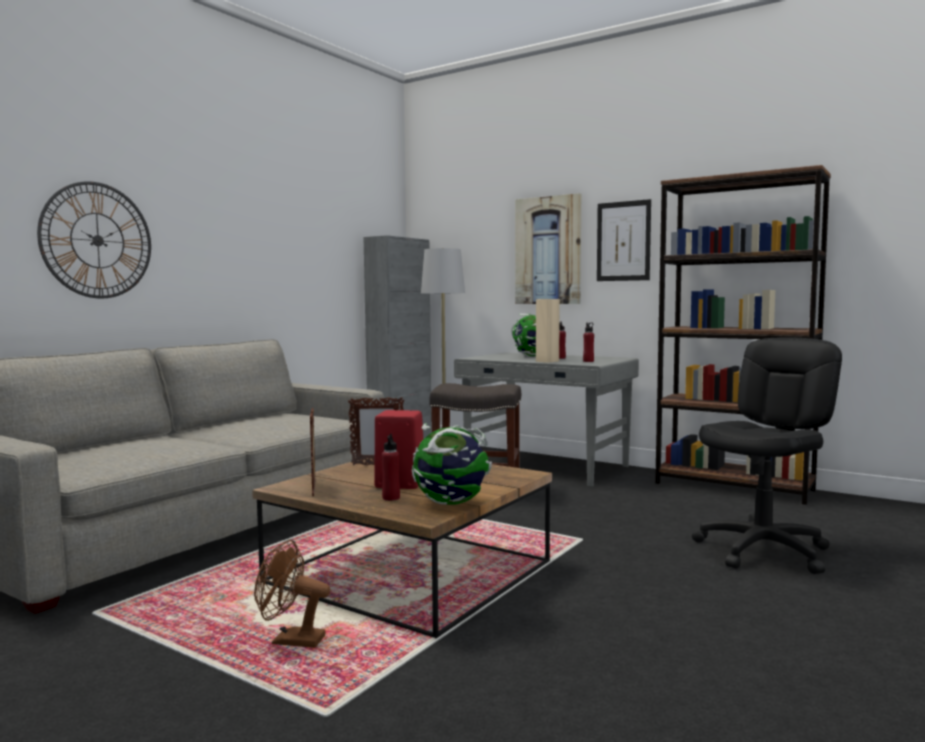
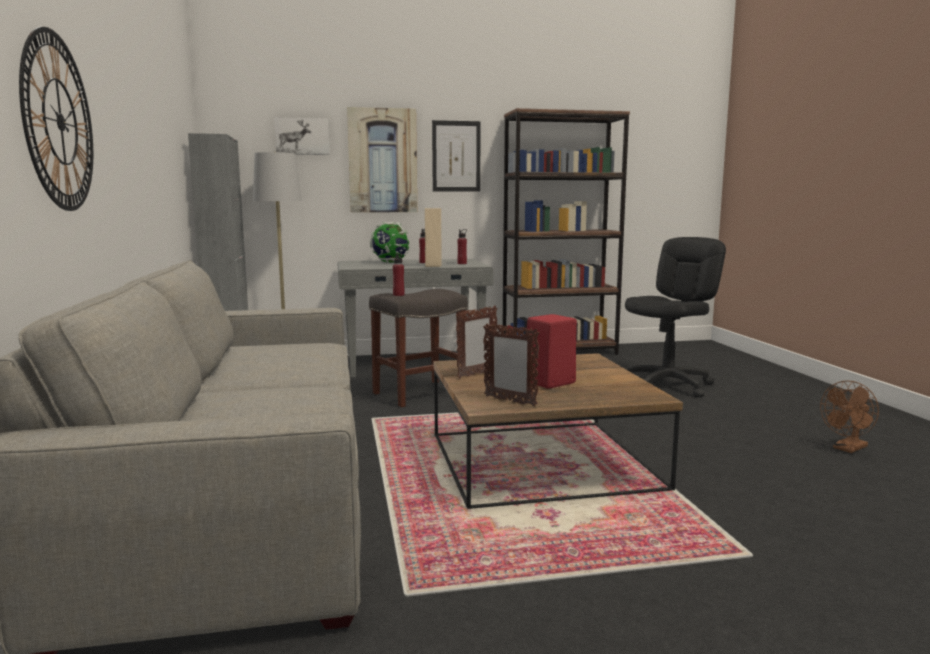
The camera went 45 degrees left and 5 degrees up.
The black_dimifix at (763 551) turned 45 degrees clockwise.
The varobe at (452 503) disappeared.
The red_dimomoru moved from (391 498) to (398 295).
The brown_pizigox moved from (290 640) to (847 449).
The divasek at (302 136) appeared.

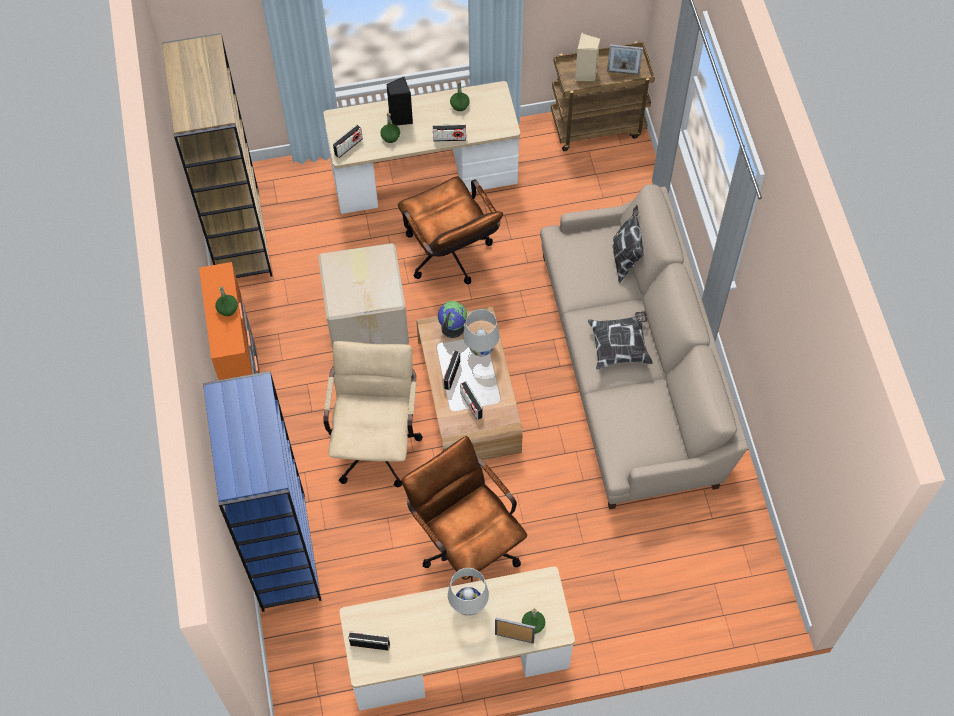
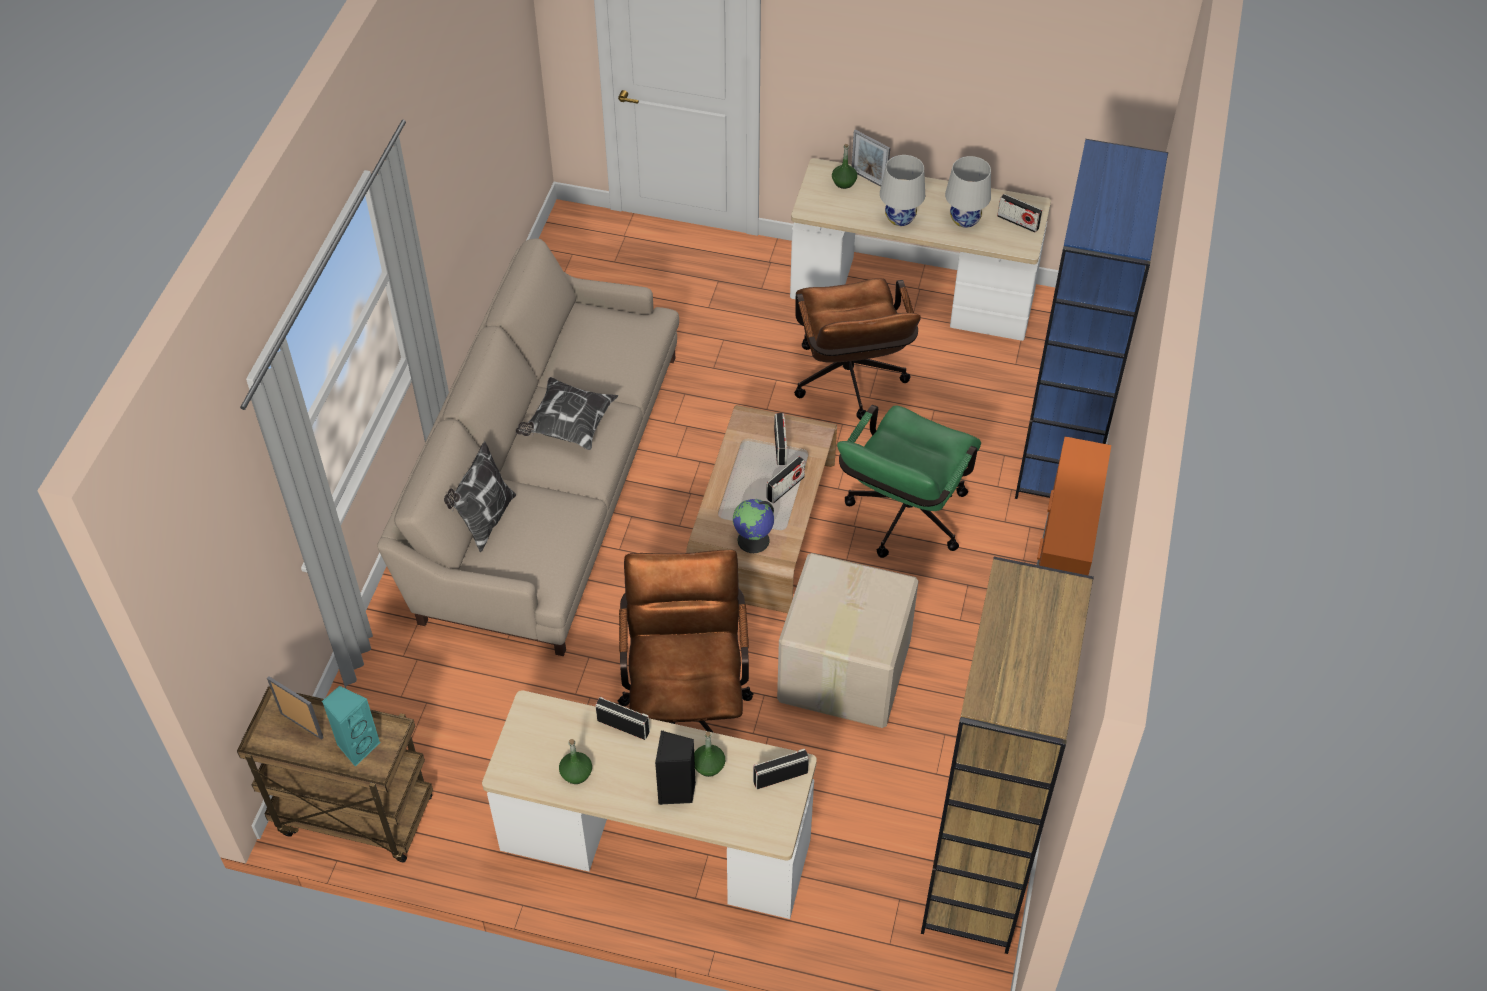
The camera went 155 degrees left and 10 degrees down.
The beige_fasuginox at (585 74) became the turquoise_fasuginox at (357 746).
The green_dimomoru at (227 309) disappeared.
The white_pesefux moved from (481 348) to (965 219).
The beige_dimifix at (376 441) became the green_dimifix at (902 521).

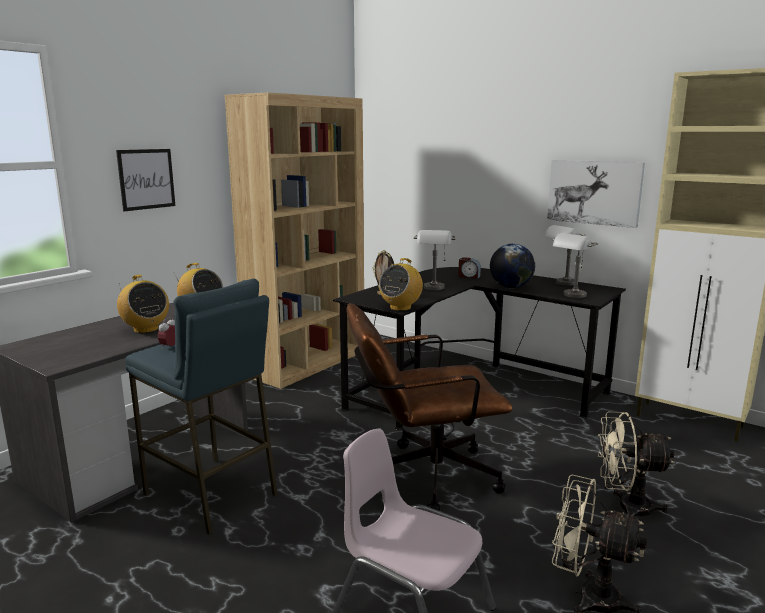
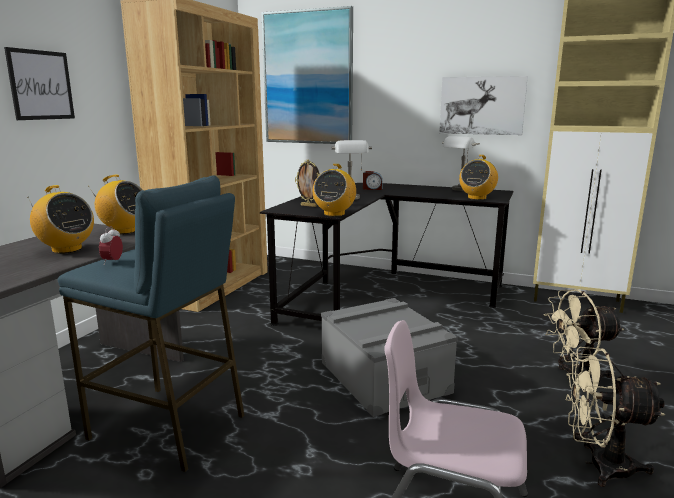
The camera went 15 degrees left and 0 degrees up.
The grey_pesefux at (571 296) was replaced by the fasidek at (477 198).
The varobe at (510 287) disappeared.
The brown_dimifix at (422 477) was replaced by the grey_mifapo at (383 377).
The divasek at (308 78) appeared.

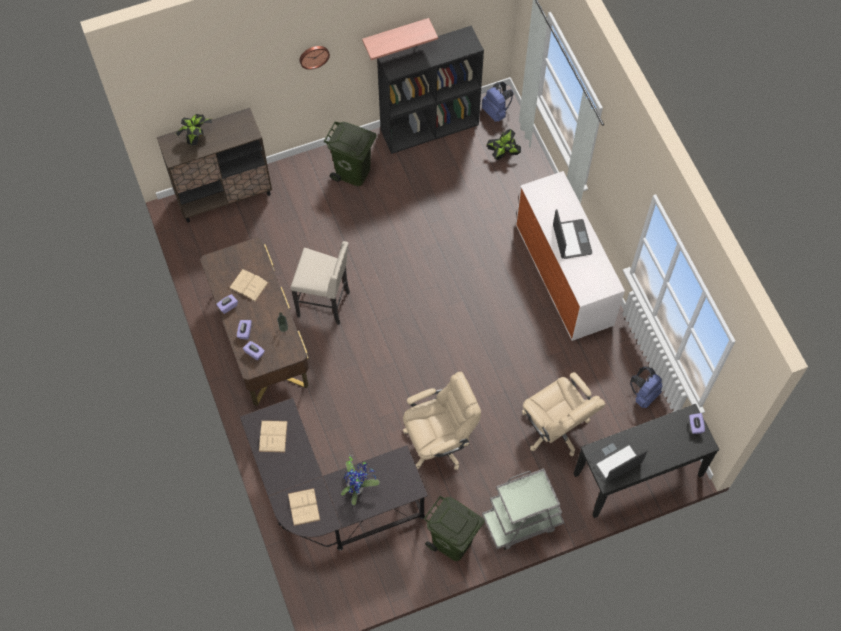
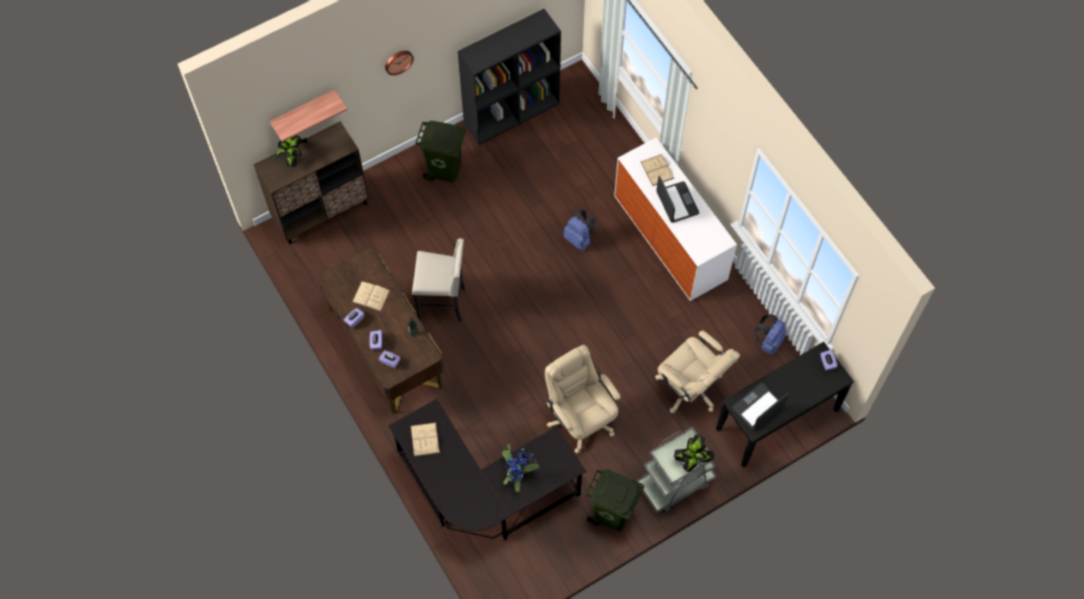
The camera went 10 degrees left and 0 degrees up.
The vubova moved from (395 35) to (304 111).
The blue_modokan moved from (496 112) to (579 239).
The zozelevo moved from (503 154) to (692 460).
The beige_dimifix at (439 441) turned 90 degrees counterclockwise.
The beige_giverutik moved from (304 506) to (657 170).

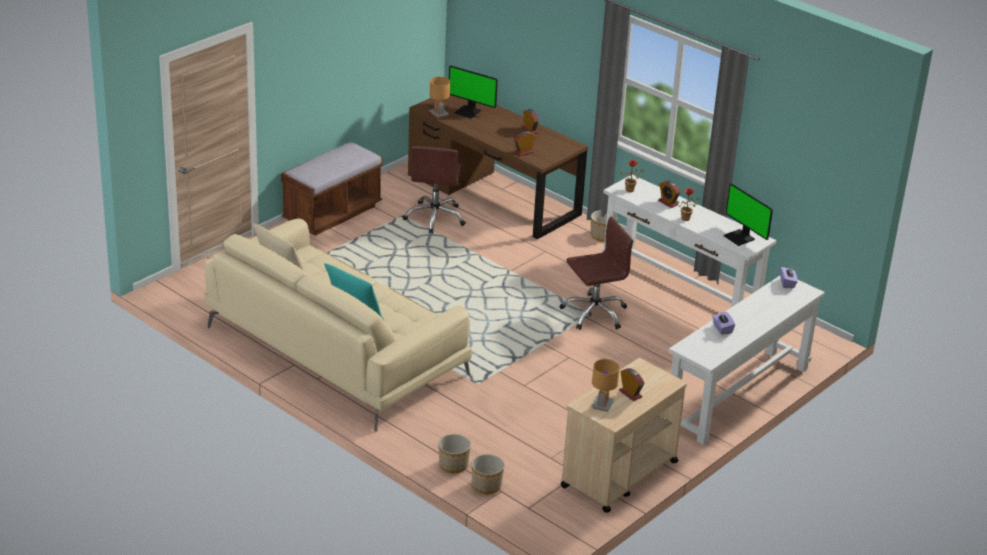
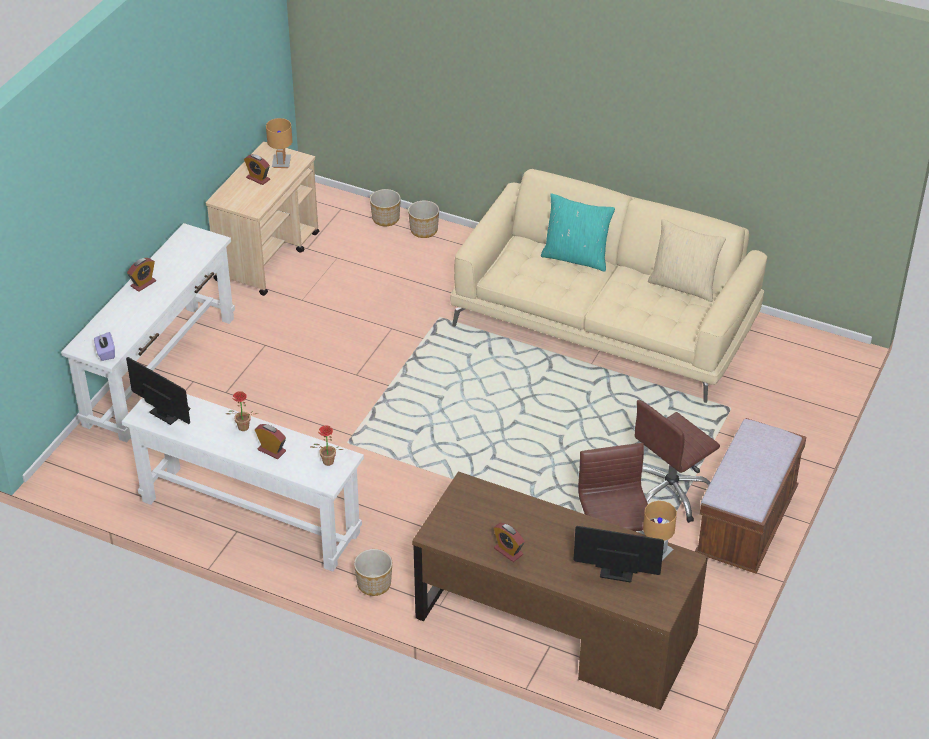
The camera went 165 degrees right and 10 degrees up.
The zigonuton moved from (524 152) to (143 284).
The brown_dimifix moved from (594 313) to (670 493).
The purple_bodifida at (722 329) disappeared.

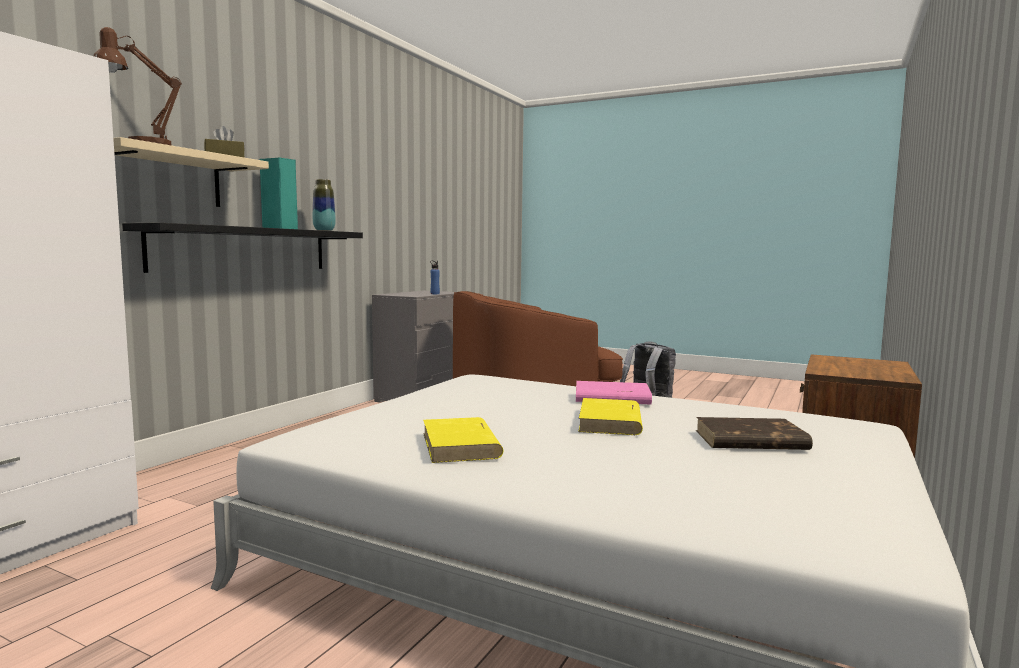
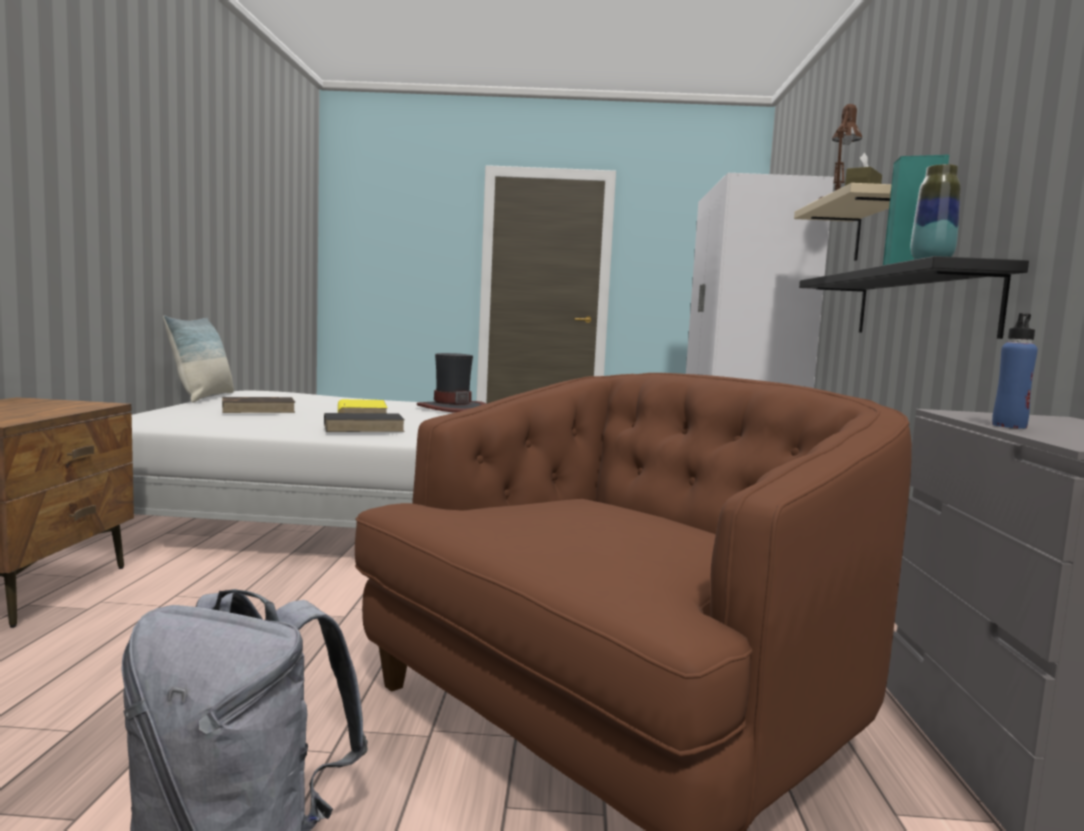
The camera went 155 degrees right and 0 degrees up.
The pink_giverutik at (611 398) became the black_giverutik at (364 427).
The yellow_giverutik at (460 445) was replaced by the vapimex at (452 408).
The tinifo at (203 397) appeared.

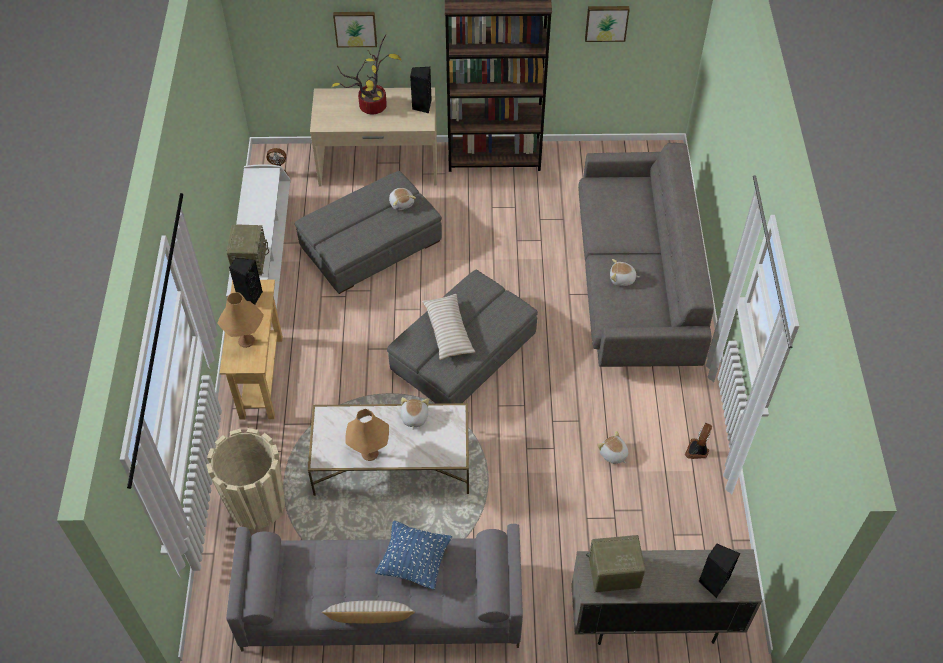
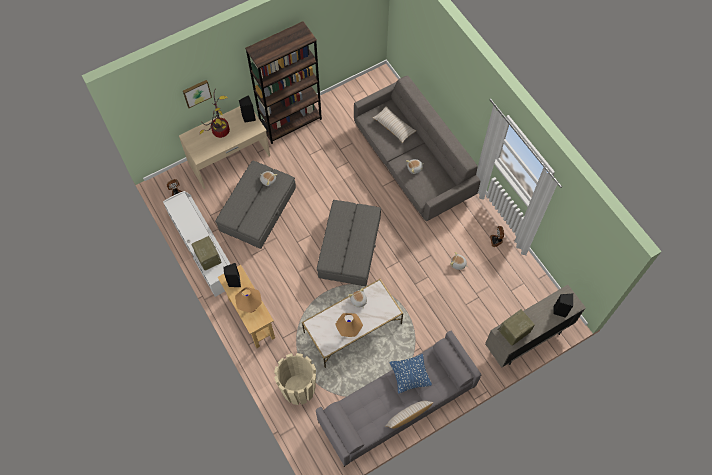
The camera went 30 degrees left and 10 degrees up.
The divasek at (606 22) disappeared.
The beige_tinifo moved from (448 331) to (394 127).

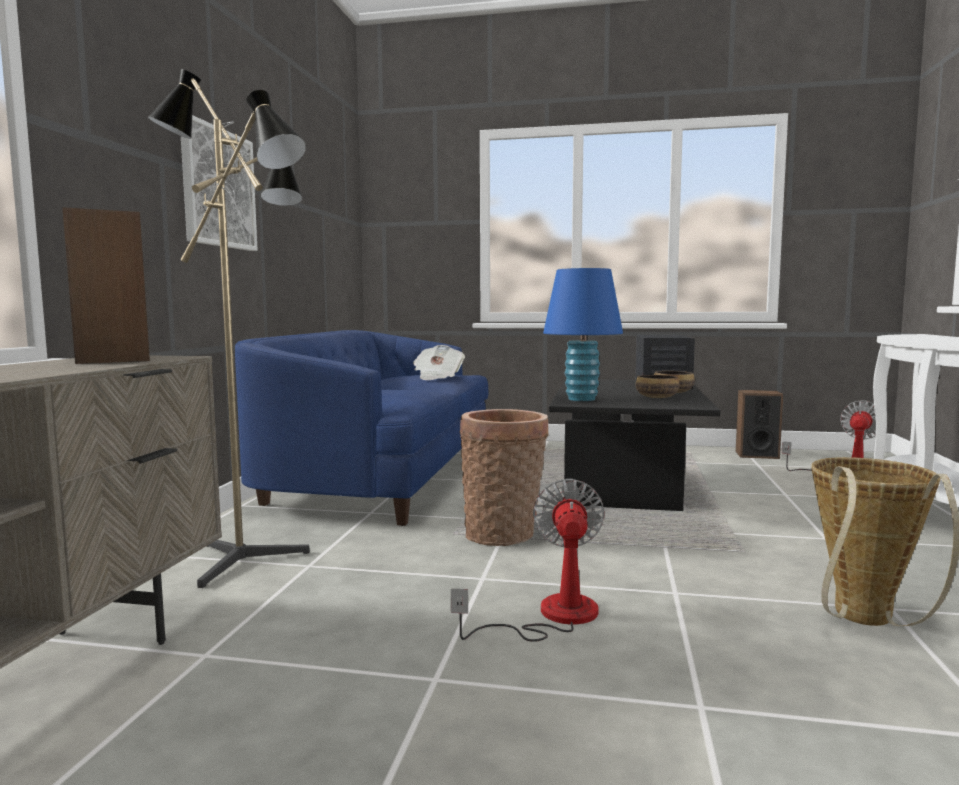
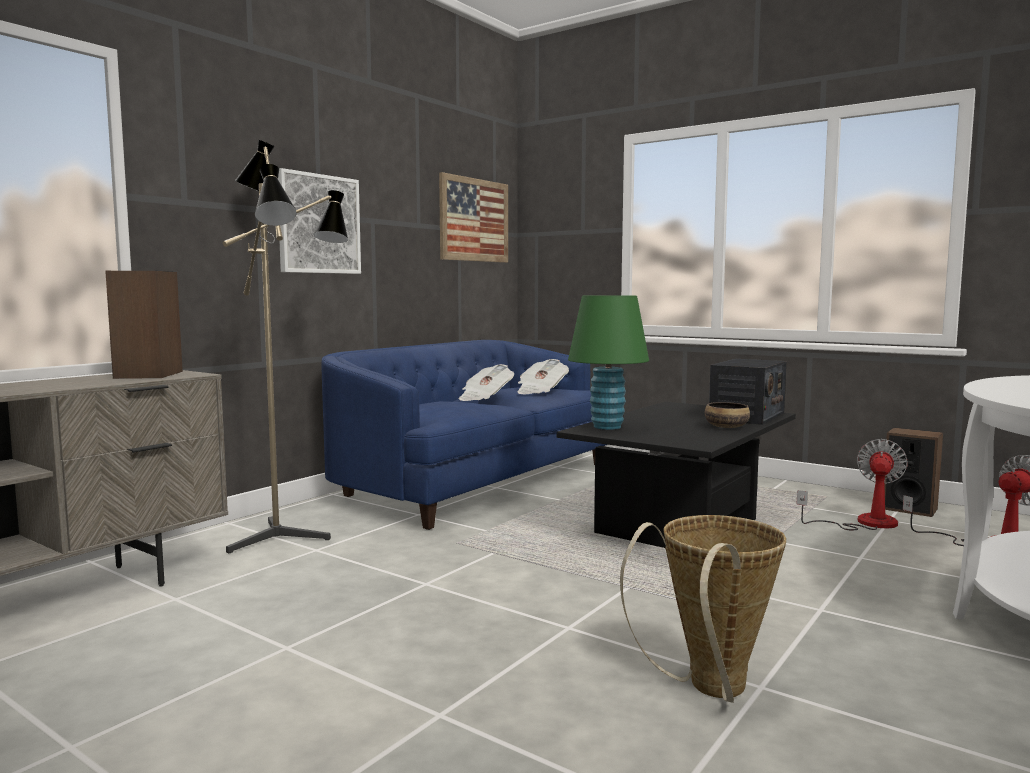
The camera went 25 degrees right and 0 degrees up.
The blue_pesefux at (582 399) became the green_pesefux at (607 427).
The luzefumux at (656 397) disappeared.
The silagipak at (504 534) disappeared.
The pizigox moved from (551 617) to (864 523).
The divasek at (474 220) appeared.
The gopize at (485 398) appeared.

